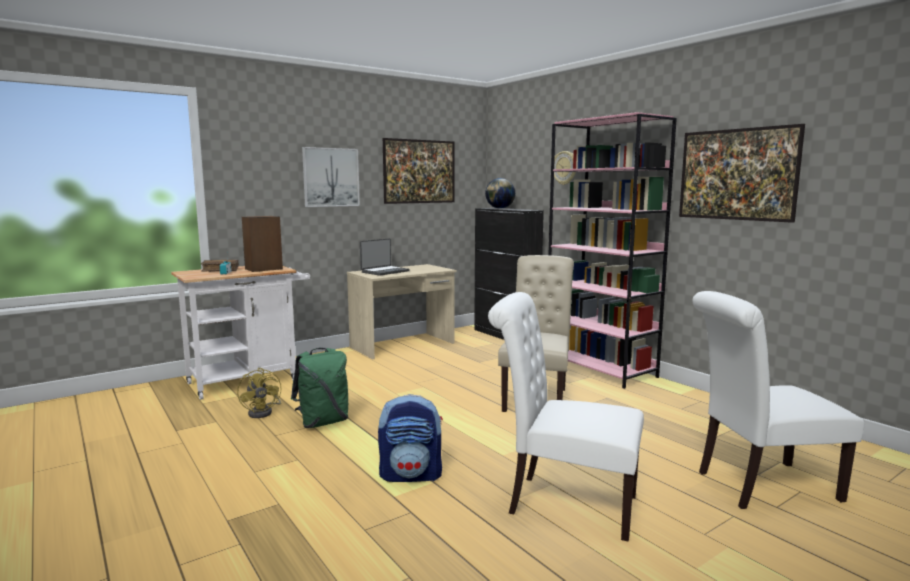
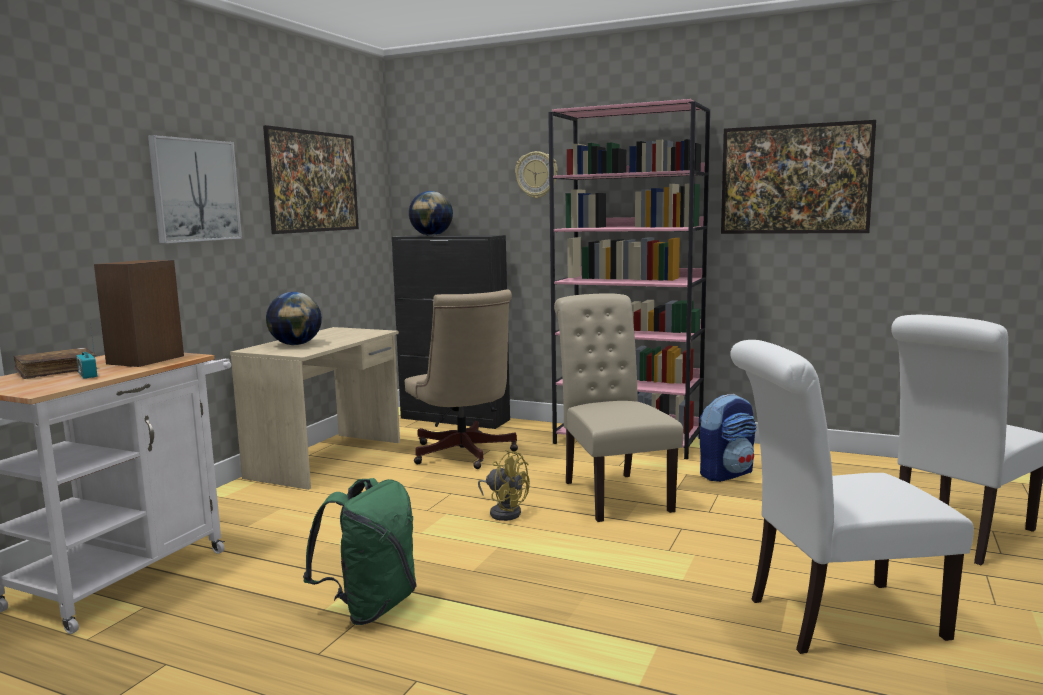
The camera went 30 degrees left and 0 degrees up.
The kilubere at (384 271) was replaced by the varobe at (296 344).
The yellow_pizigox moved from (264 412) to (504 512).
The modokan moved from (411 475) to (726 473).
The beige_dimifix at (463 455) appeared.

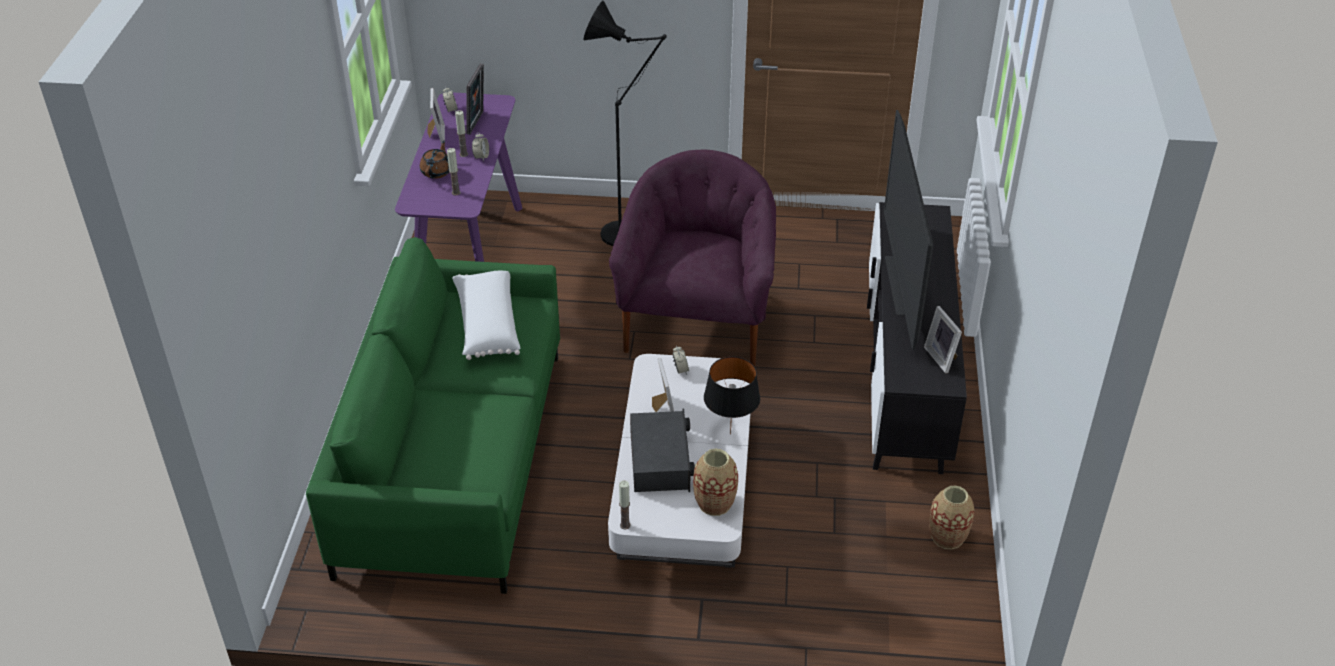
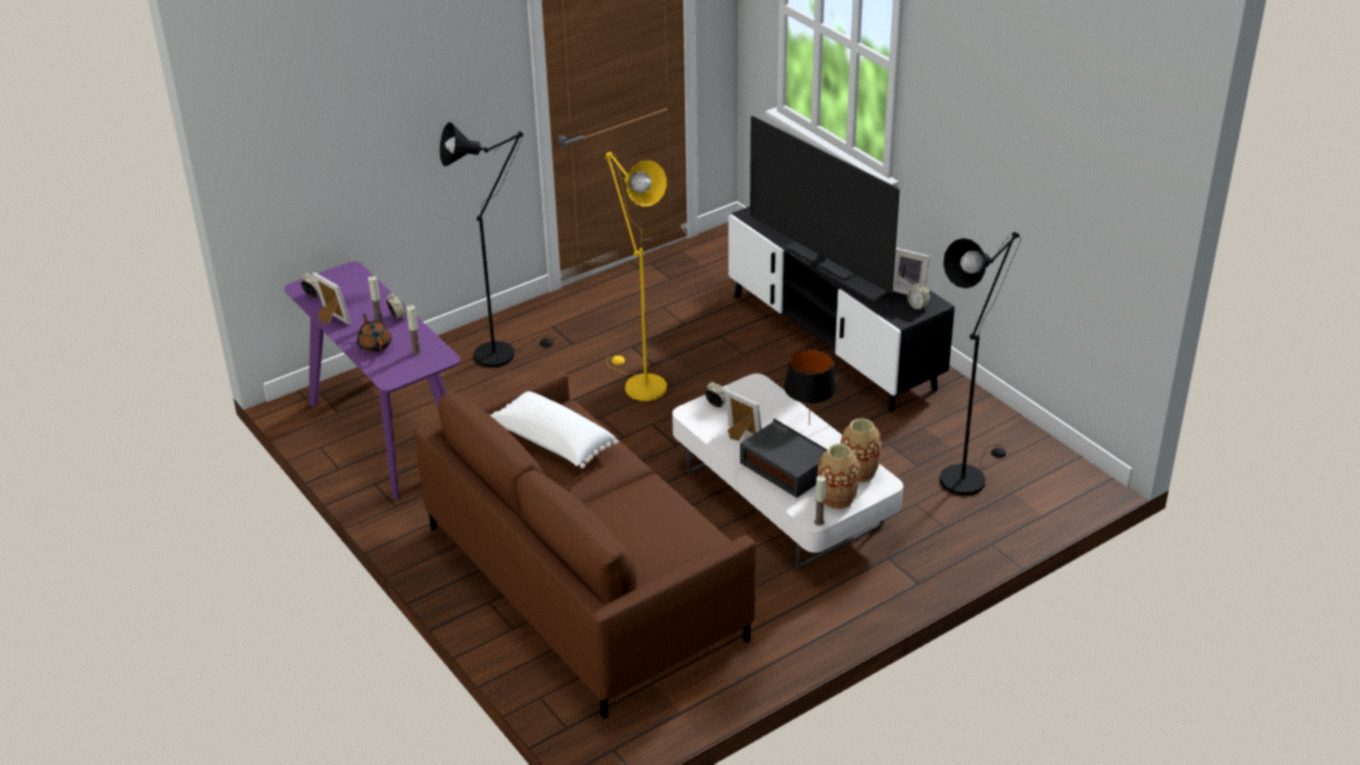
The camera went 40 degrees left and 5 degrees down.
The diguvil at (477 123) disappeared.
The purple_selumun at (697 321) was replaced by the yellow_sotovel at (640 384).
The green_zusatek at (455 460) became the brown_zusatek at (585 580).
The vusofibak moved from (947 537) to (837 499).
The black_sotovel at (966 475) appeared.
The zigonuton at (918 306) appeared.

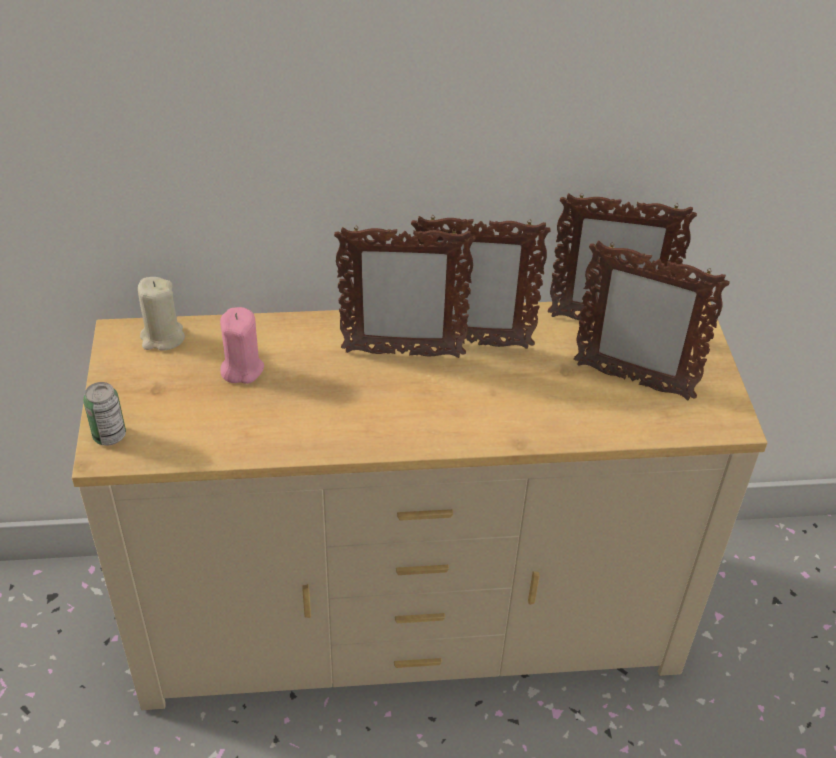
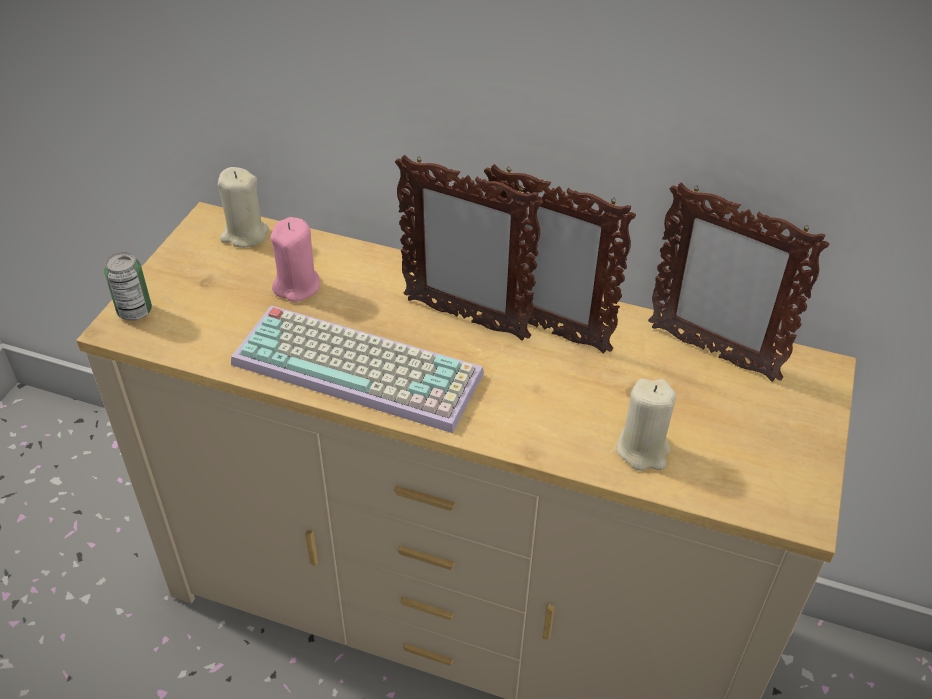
The camera went 25 degrees right and 0 degrees up.
The diguvil at (632 381) disappeared.
The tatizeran at (362 367) appeared.
The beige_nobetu at (643 450) appeared.

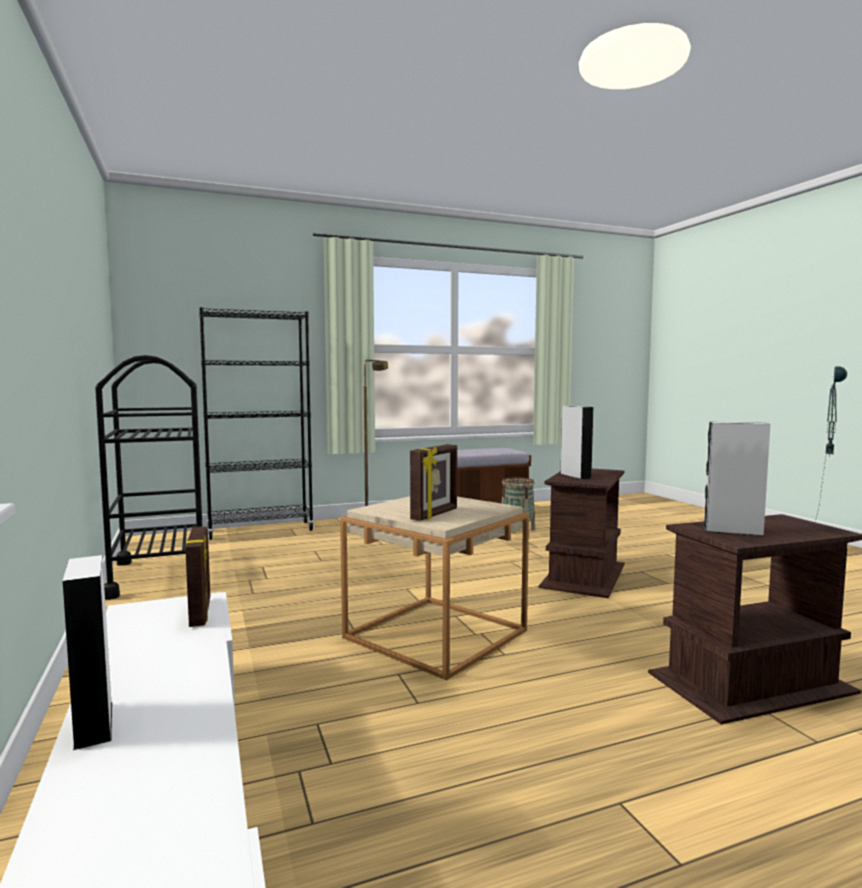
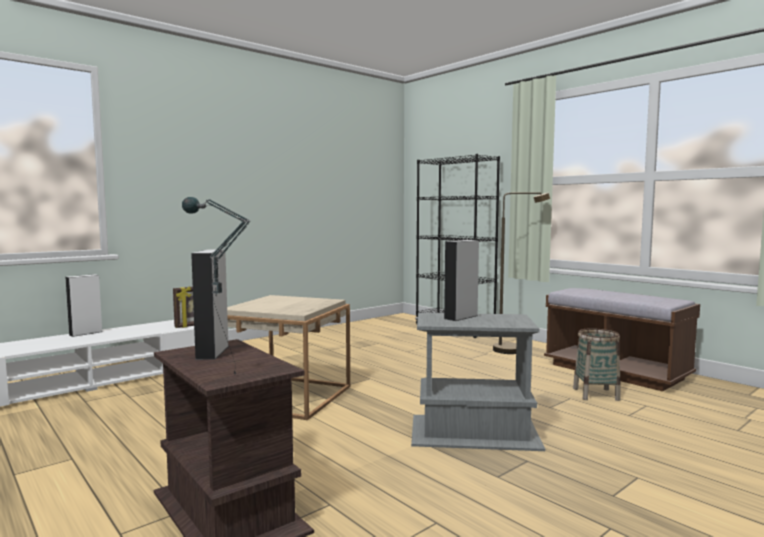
The camera went 70 degrees right and 0 degrees up.
The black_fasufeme at (160 575) disappeared.
The diguvil at (435 514) disappeared.
The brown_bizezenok at (584 575) became the grey_bizezenok at (475 432).

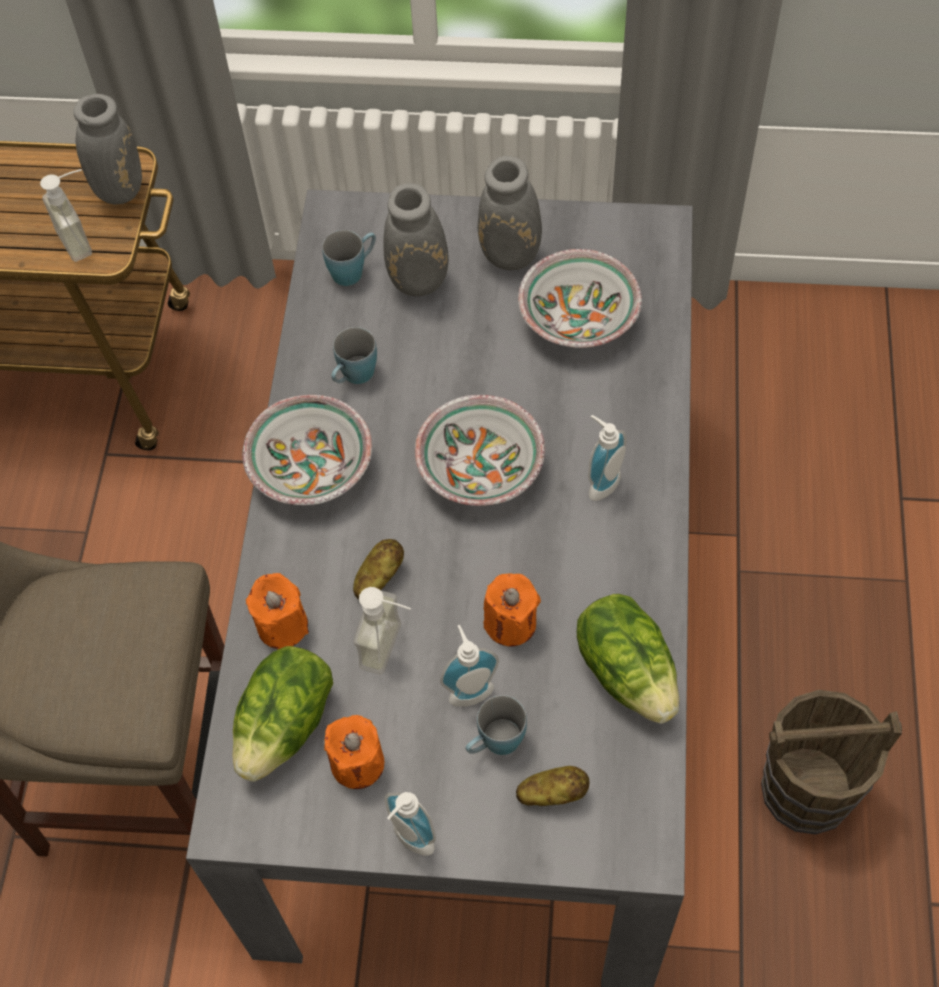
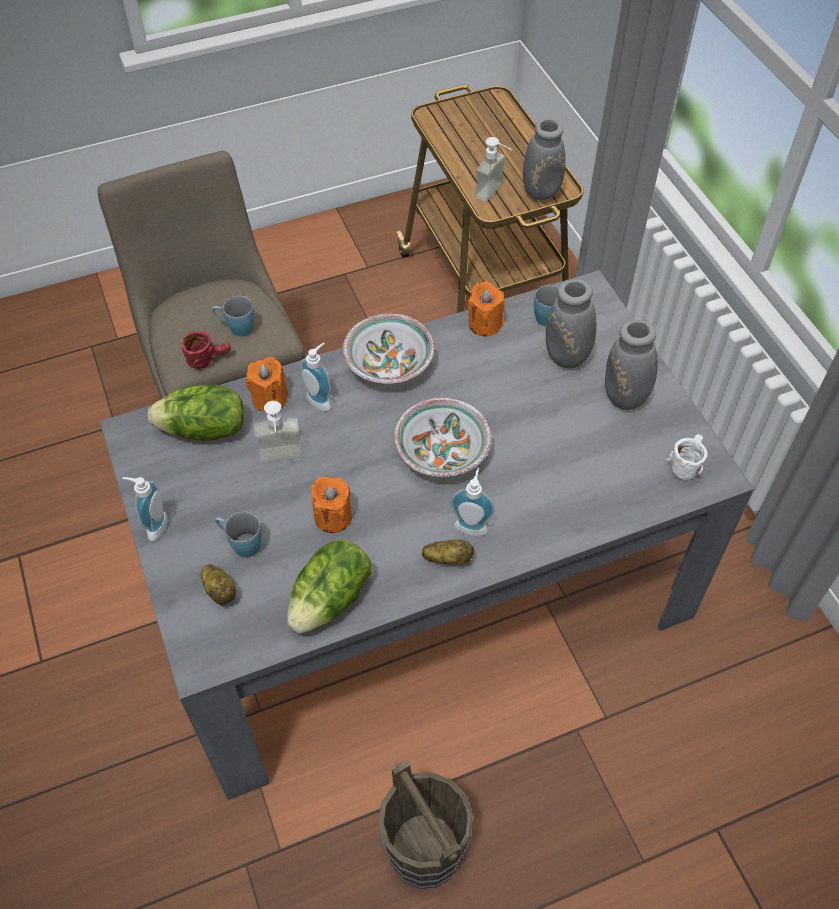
The camera went 60 degrees right and 5 degrees down.
The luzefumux at (580 318) disappeared.
The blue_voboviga moved from (354 377) to (236 328).
The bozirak moved from (378 577) to (448 558).
The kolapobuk moved from (469 689) to (321 399).
The orange_nobetu moved from (357 763) to (484 324).
The red_voboviga at (209 358) appeared.
The white_voboviga at (685 462) appeared.

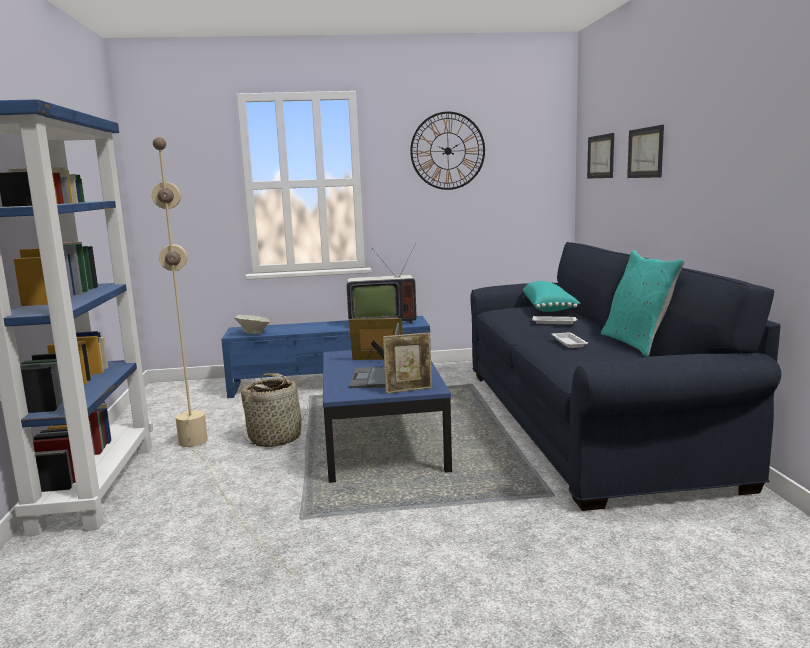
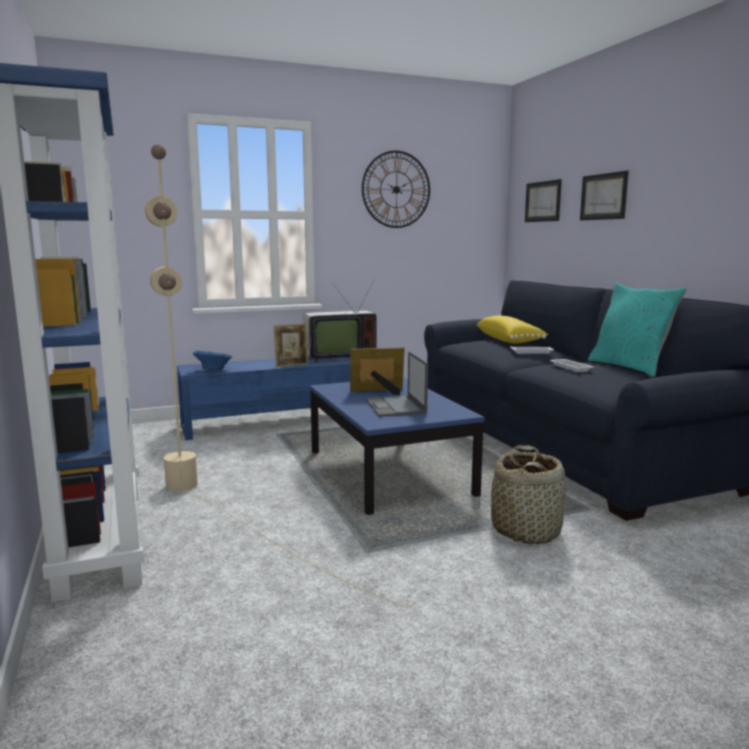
The camera went 15 degrees left and 0 degrees up.
The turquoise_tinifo at (549 308) became the yellow_tinifo at (509 341).
The beige_luzefumux at (254 333) became the blue_luzefumux at (213 370).
The diguvil moved from (409 390) to (291 365).
The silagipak moved from (275 438) to (526 530).

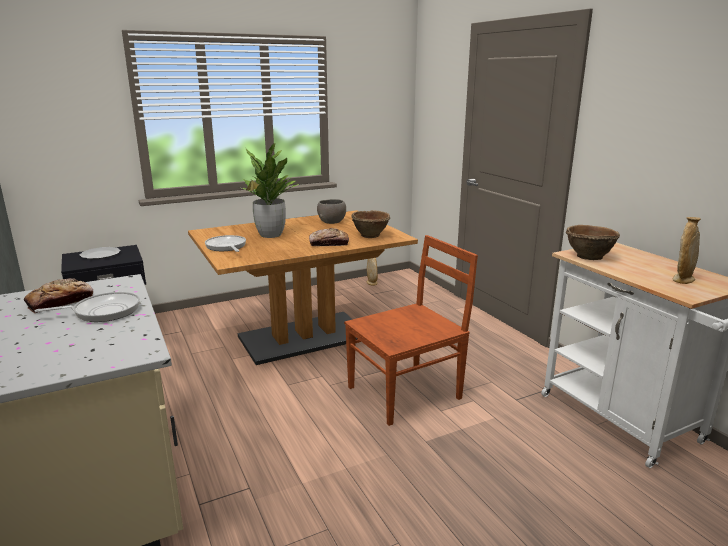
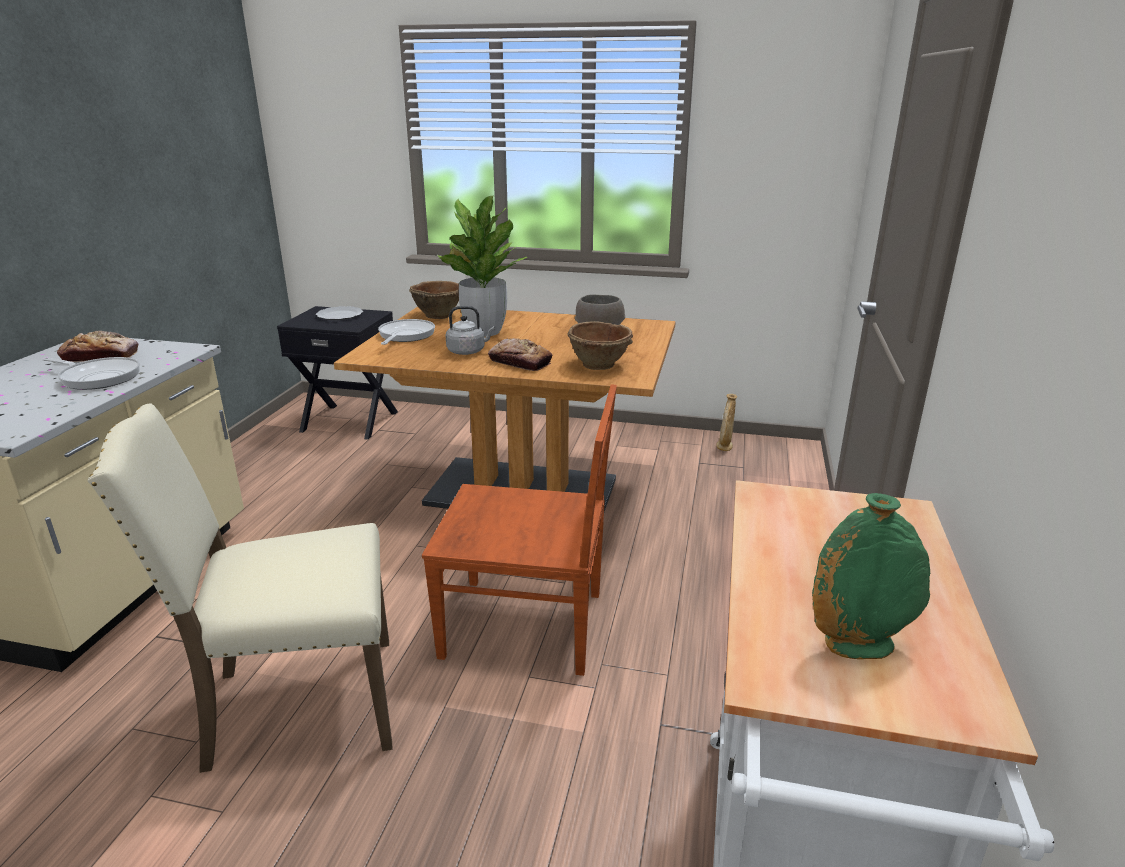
The camera went 40 degrees right and 5 degrees up.
The beige_vusofibak at (683 280) became the green_vusofibak at (859 645).
The brown_luzefumux moved from (588 256) to (438 315).
The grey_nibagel at (468 351) appeared.
The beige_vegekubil at (298 705) appeared.

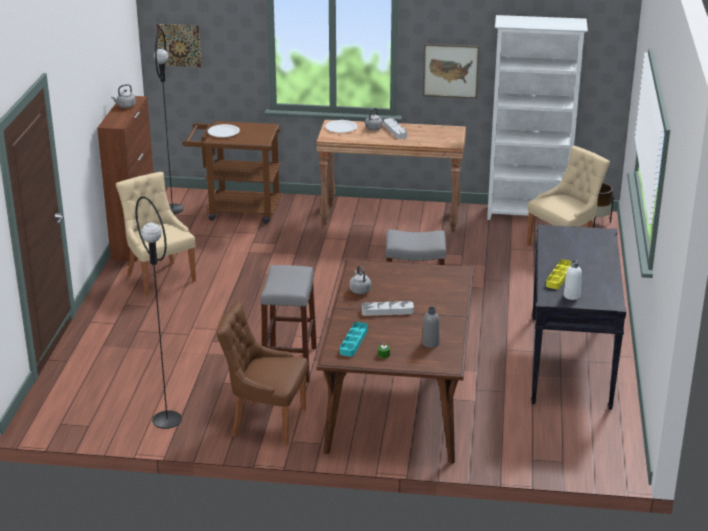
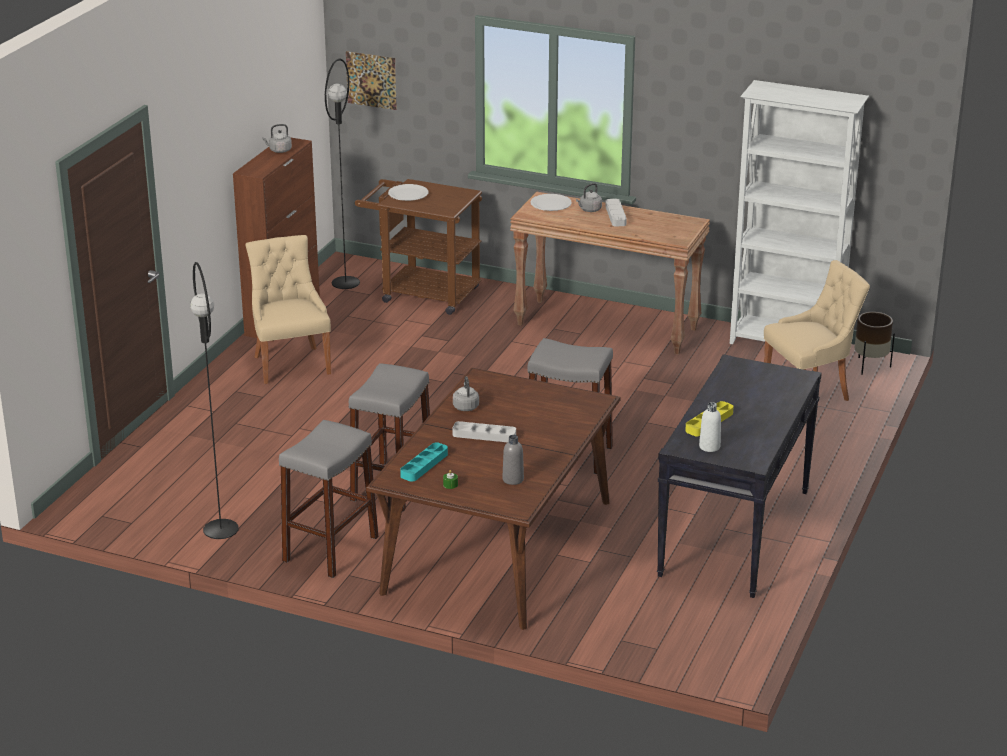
The camera went 15 degrees right and 0 degrees up.
The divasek at (450 71) disappeared.
The brown_vegekubil at (266 422) was replaced by the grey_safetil at (330 549).

